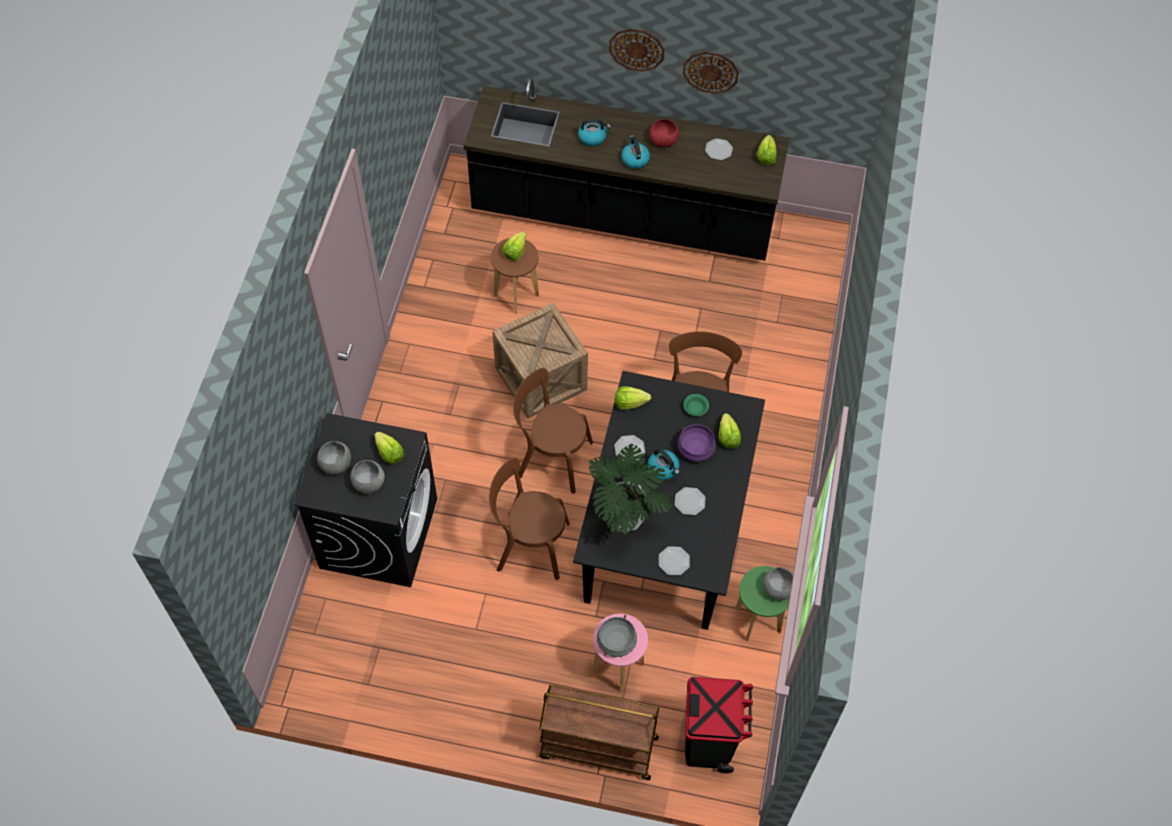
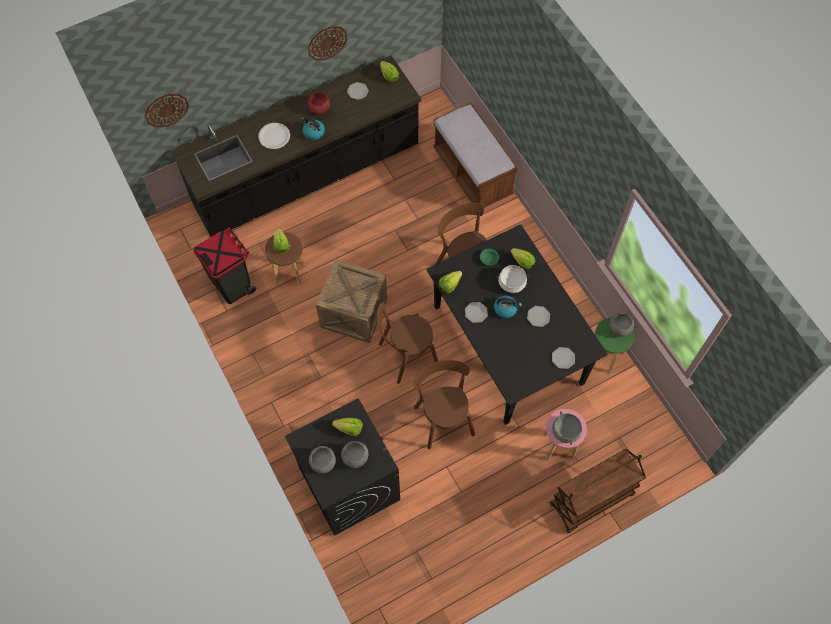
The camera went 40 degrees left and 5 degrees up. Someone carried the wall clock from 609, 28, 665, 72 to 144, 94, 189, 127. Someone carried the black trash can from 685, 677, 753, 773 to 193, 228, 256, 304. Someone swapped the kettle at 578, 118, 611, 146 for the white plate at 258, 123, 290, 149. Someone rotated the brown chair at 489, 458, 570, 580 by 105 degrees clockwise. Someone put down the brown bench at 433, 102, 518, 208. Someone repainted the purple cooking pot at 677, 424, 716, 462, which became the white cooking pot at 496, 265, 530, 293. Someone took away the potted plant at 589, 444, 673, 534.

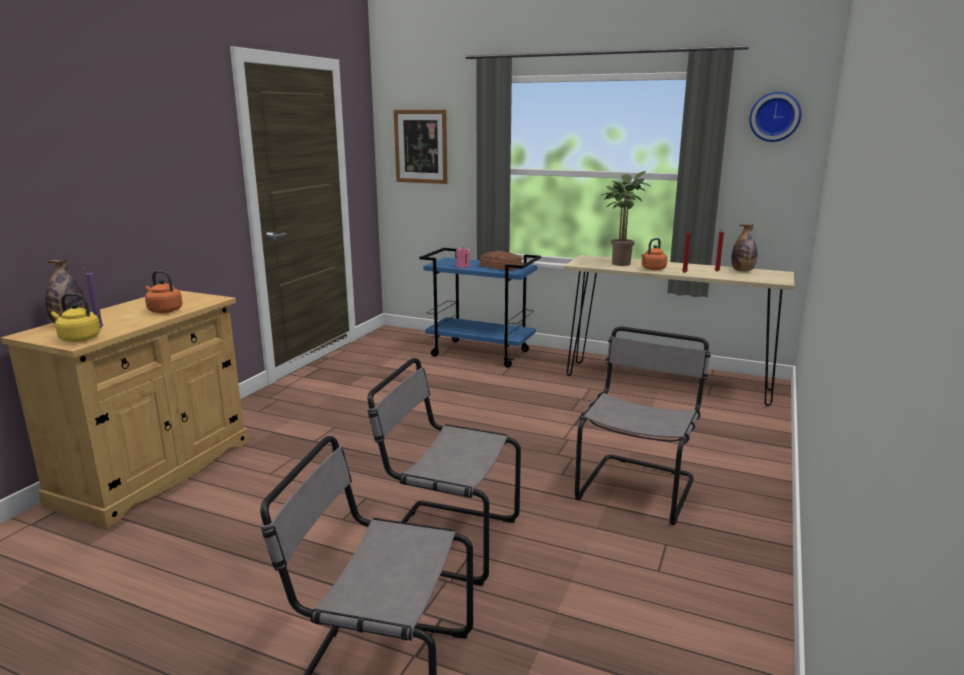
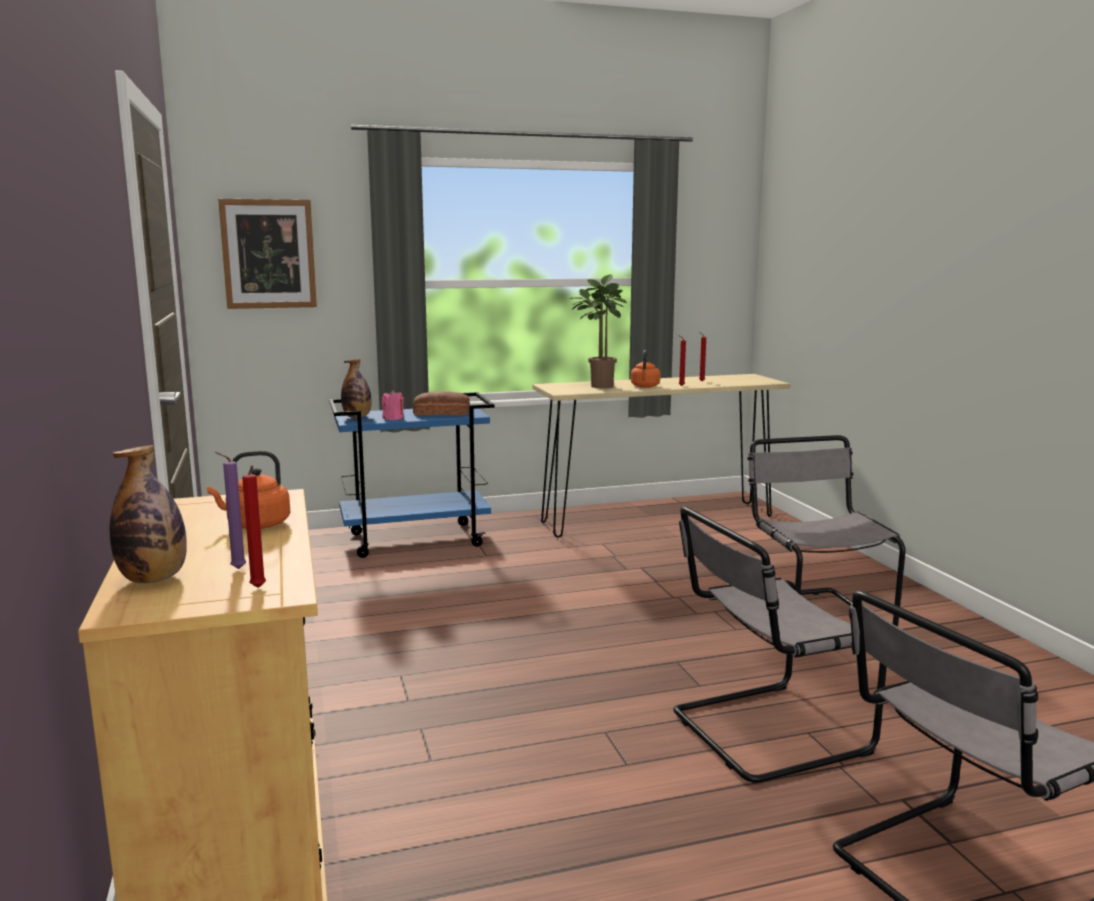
The camera went 40 degrees left and 5 degrees down. Someone swapped the yellow kettle at 51, 293, 101, 342 for the red candle at 242, 466, 266, 588. Someone carried the bottle from 731, 224, 757, 272 to 341, 359, 372, 418. Someone took away the wall clock at 749, 92, 801, 142.

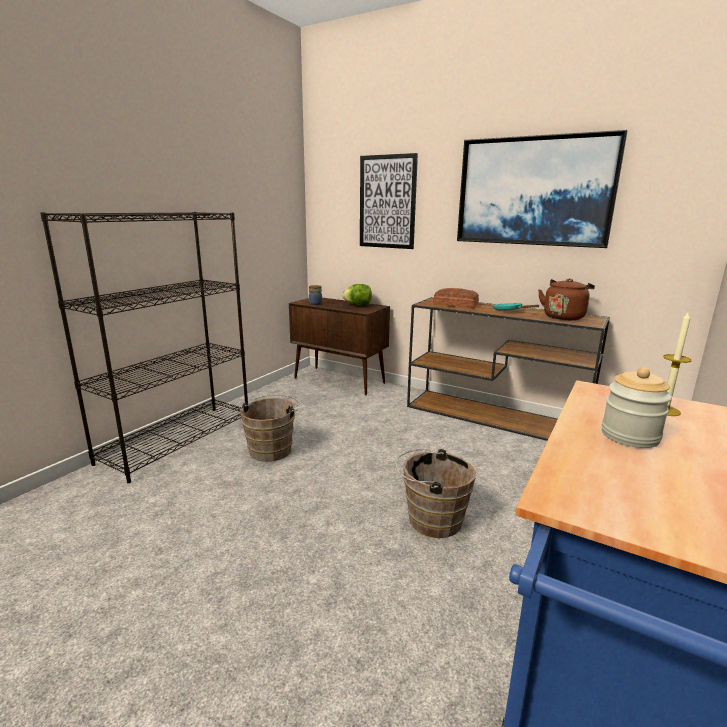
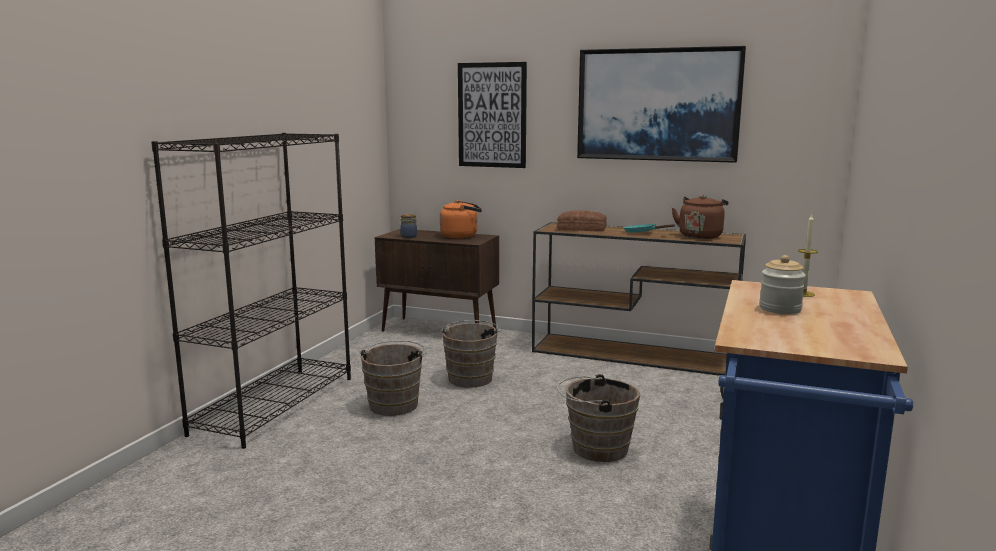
The camera went 10 degrees left and 5 degrees down. Someone swapped the lettuce at 342, 284, 372, 306 for the orange kettle at 440, 200, 482, 239. Someone put down the brown bucket at 440, 320, 502, 388.

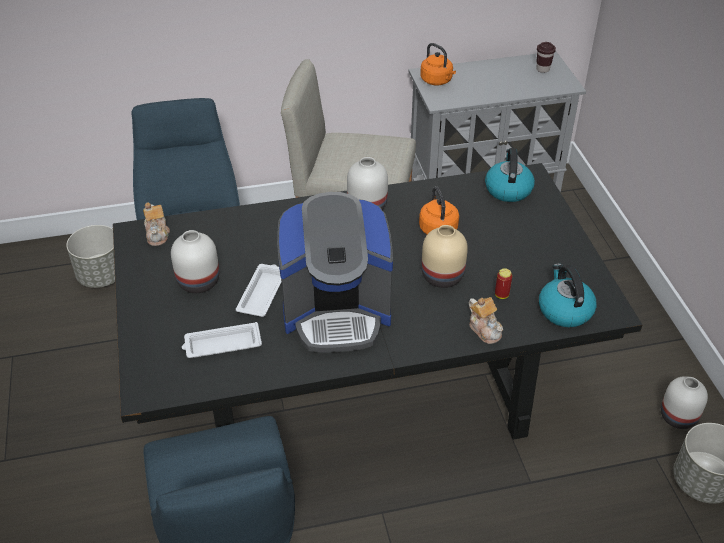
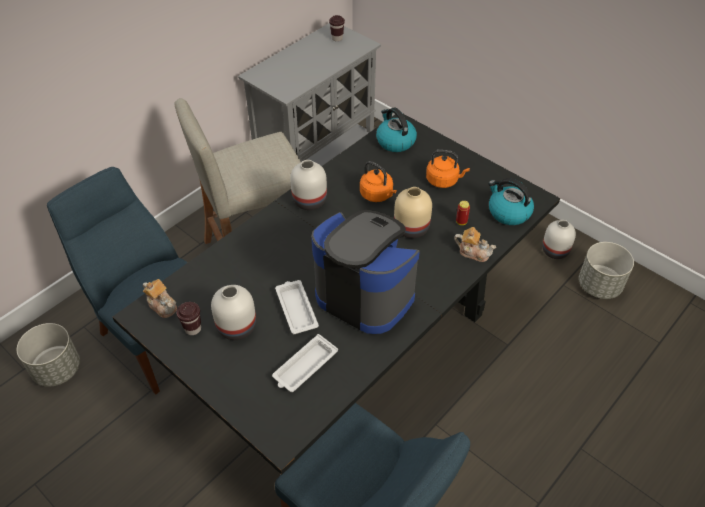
The camera went 35 degrees left and 5 degrees up. Someone put down the brown cup at 176, 302, 201, 335. Someone rotated the coffee machine at 277, 192, 393, 352 by 105 degrees counterclockwise. Someone carried the orange kettle from 420, 43, 456, 85 to 426, 150, 470, 188.

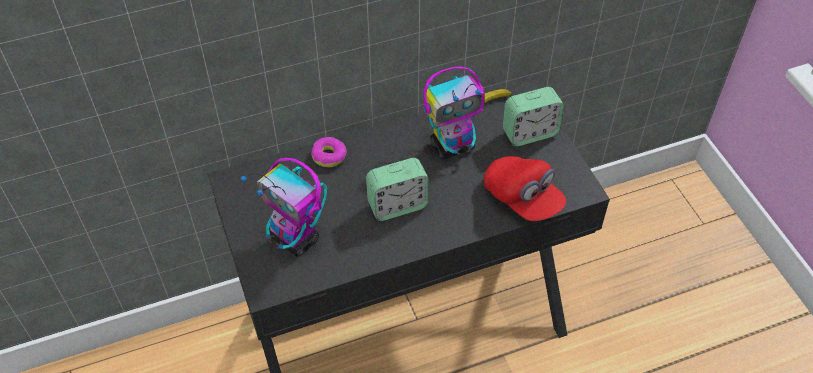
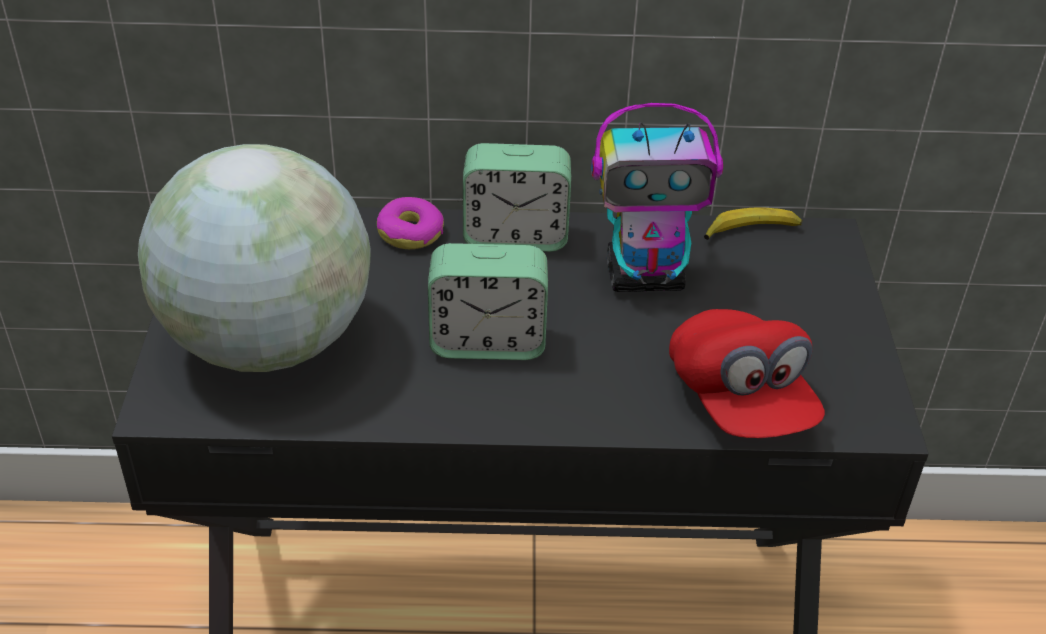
The camera went 20 degrees right and 10 degrees down. Someone swapped the toy robot at 240, 158, 327, 256 for the globe at 138, 144, 371, 372. Someone carried the alarm clock from 503, 87, 564, 146 to 463, 143, 571, 252.

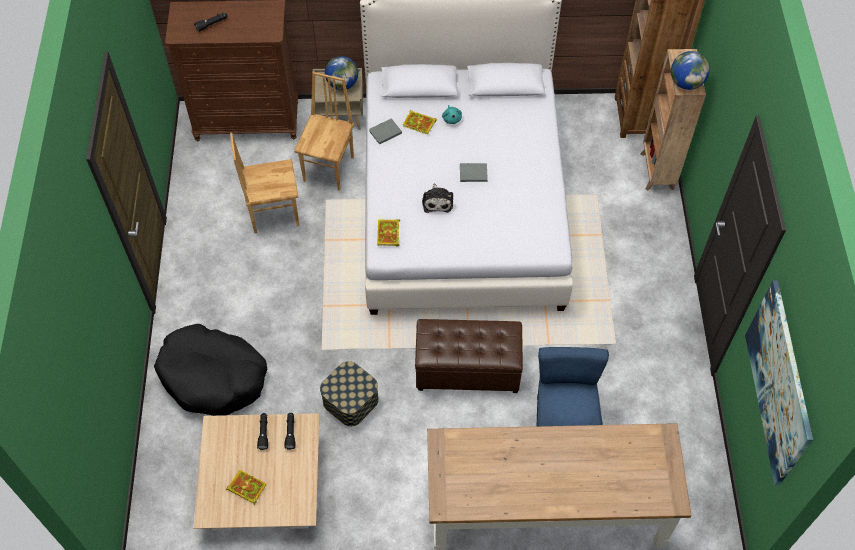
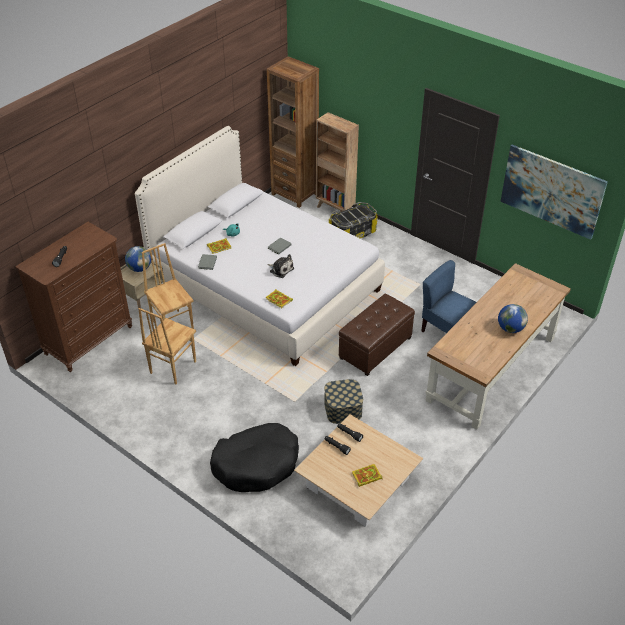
The camera went 50 degrees left and 15 degrees down. Someone put down the storage box at 329, 202, 378, 238. Someone carried the globe from 671, 51, 710, 90 to 498, 304, 528, 333.

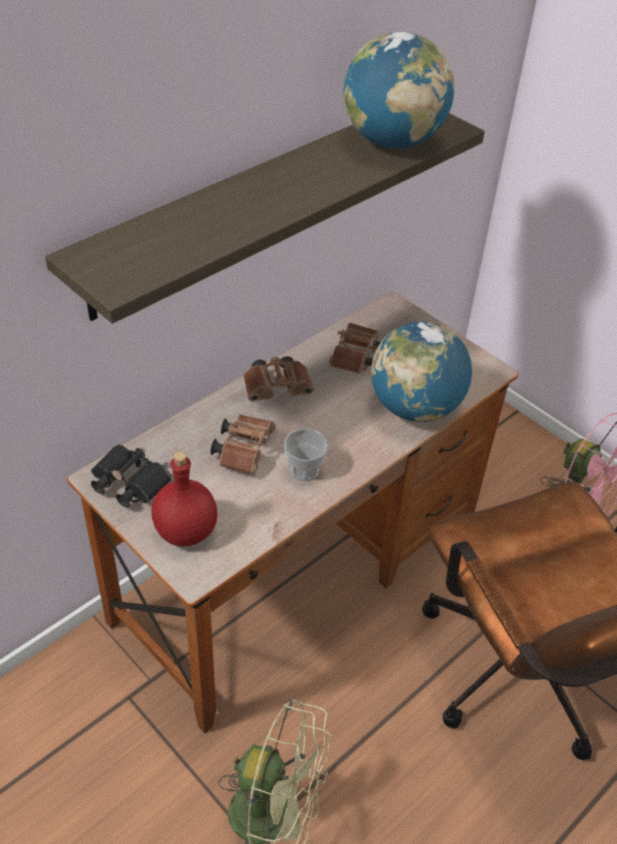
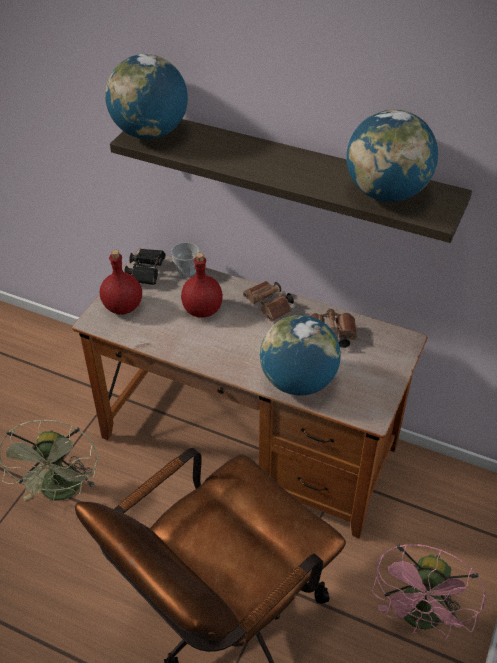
The camera went 70 degrees right and 0 degrees up. Someone put down the globe at 105, 54, 188, 139. Someone carried the cup from 284, 429, 328, 482 to 171, 242, 200, 277. Someone swapped the brown binoculars at 210, 414, 276, 475 for the red bottle at 181, 253, 223, 318.

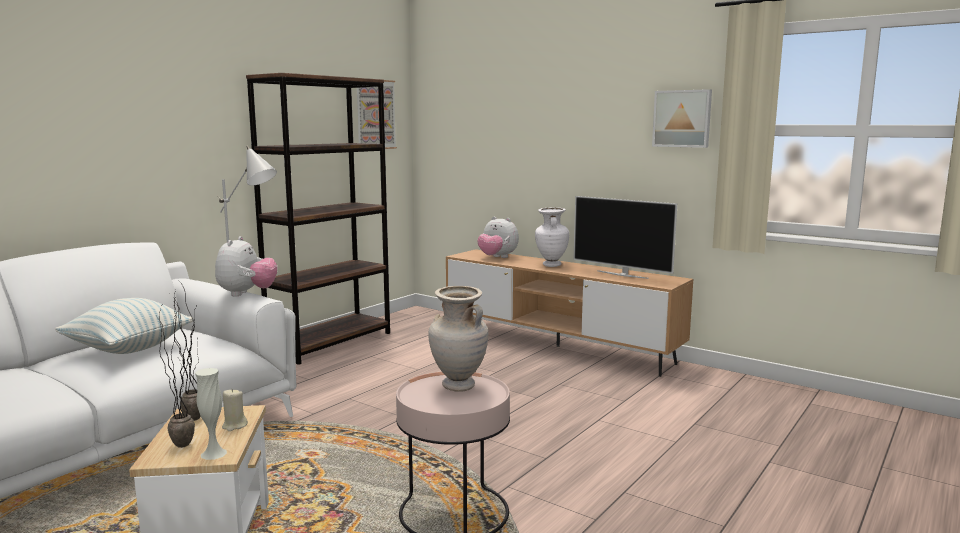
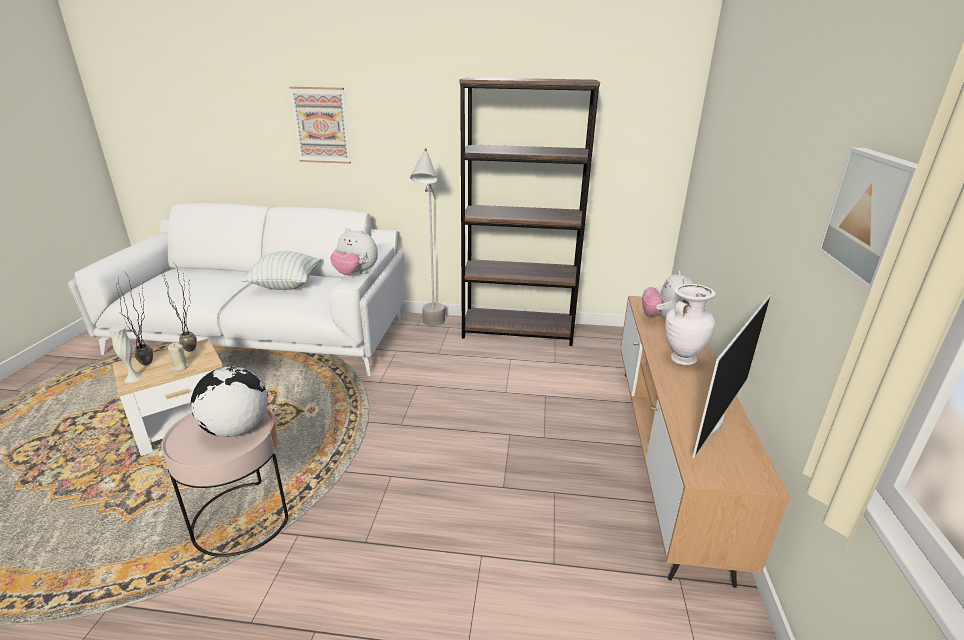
The camera went 60 degrees right and 15 degrees up. Someone swapped the beige vase at 428, 286, 488, 392 for the globe at 191, 367, 268, 437. Someone carried the picture from 357, 80, 397, 149 to 289, 87, 351, 164. Someone rotated the plush toy at 215, 236, 277, 296 by 45 degrees clockwise. Someone rotated the television at 573, 196, 677, 279 by 150 degrees counterclockwise.

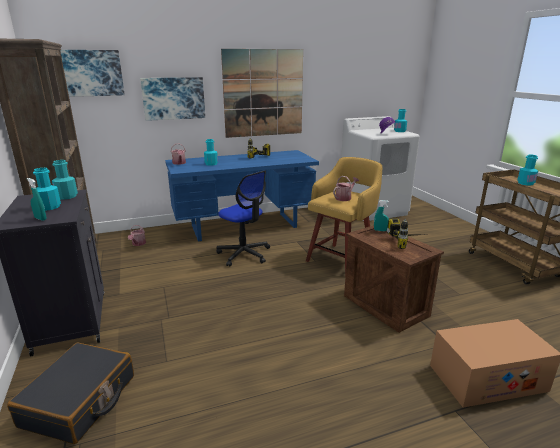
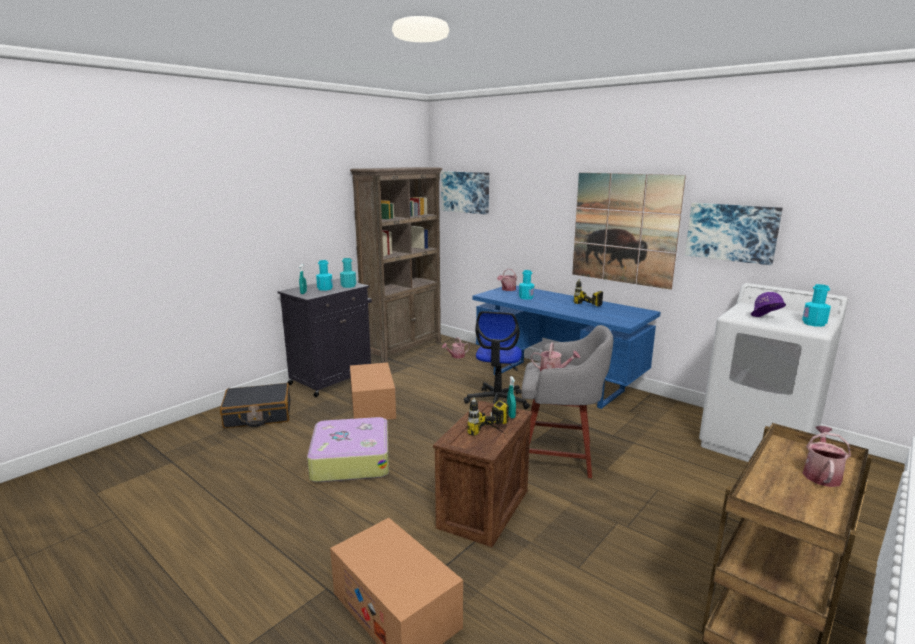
The camera went 60 degrees right and 5 degrees down. Someone put down the suitcase at 307, 417, 389, 482. Someone put down the cardboard box at 350, 363, 396, 420. Someone repainted the yellow stool at 306, 157, 383, 277, which became the grey stool at 522, 325, 613, 478. Someone carried the picture from 140, 77, 205, 121 to 685, 203, 783, 265. Someone swapped the turquoise bottle at 517, 155, 538, 185 for the watering can at 803, 426, 851, 487.

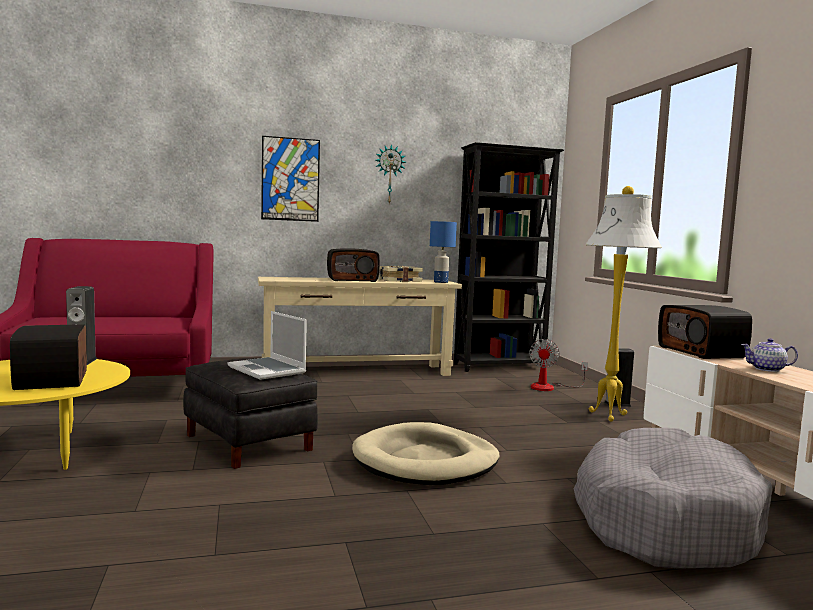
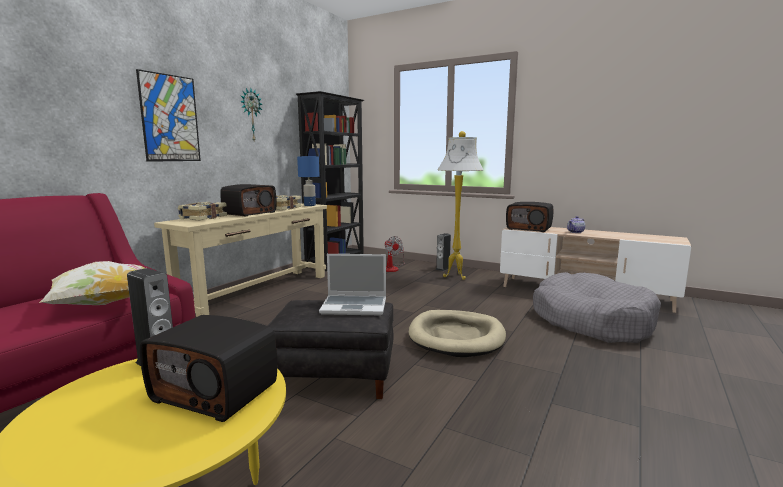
The camera went 45 degrees left and 5 degrees up. Someone put down the pillow at 39, 261, 145, 305. Someone put down the book at 178, 202, 227, 220.

